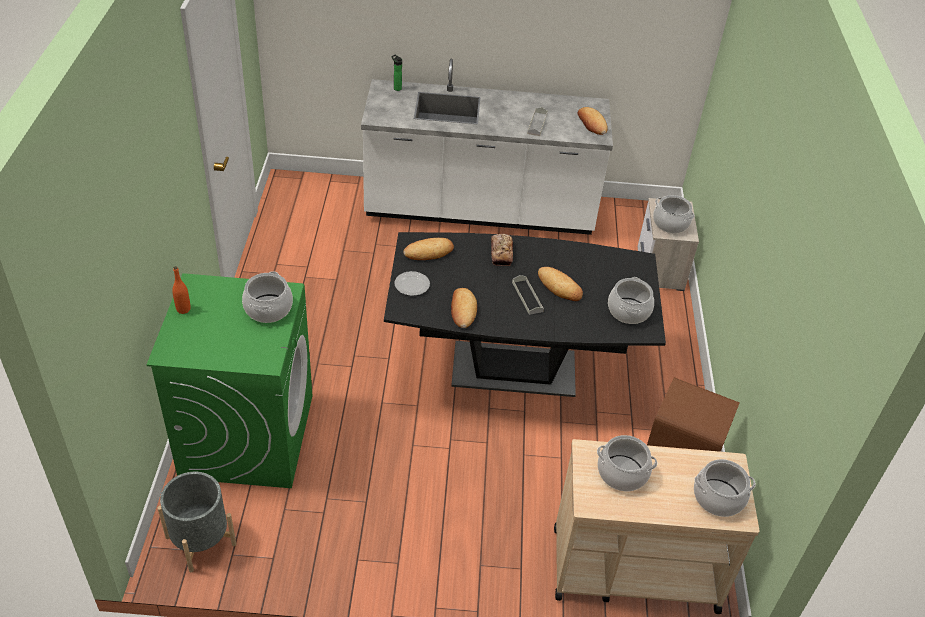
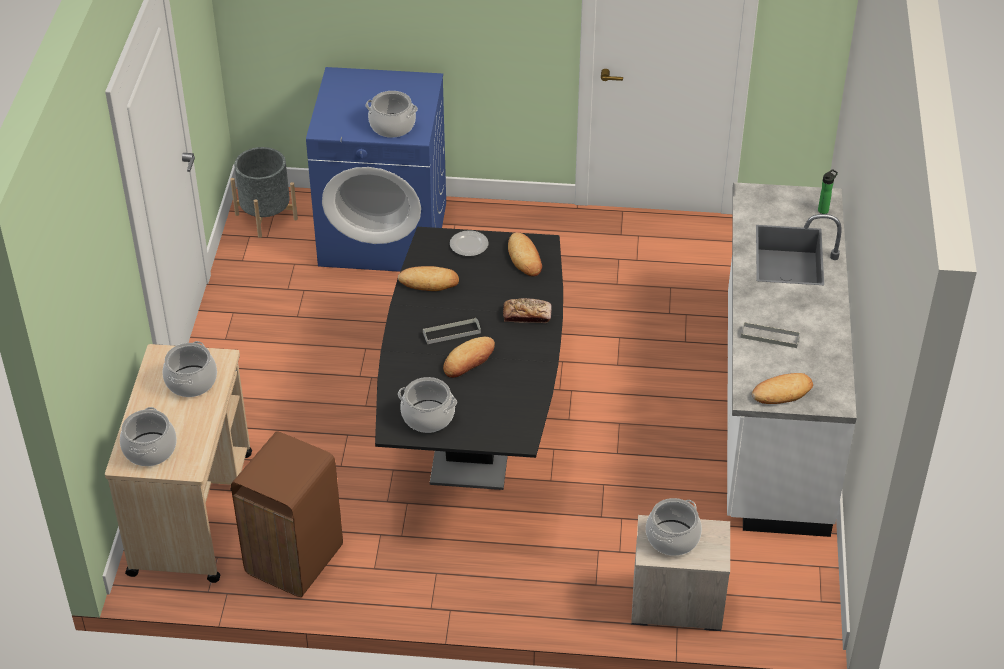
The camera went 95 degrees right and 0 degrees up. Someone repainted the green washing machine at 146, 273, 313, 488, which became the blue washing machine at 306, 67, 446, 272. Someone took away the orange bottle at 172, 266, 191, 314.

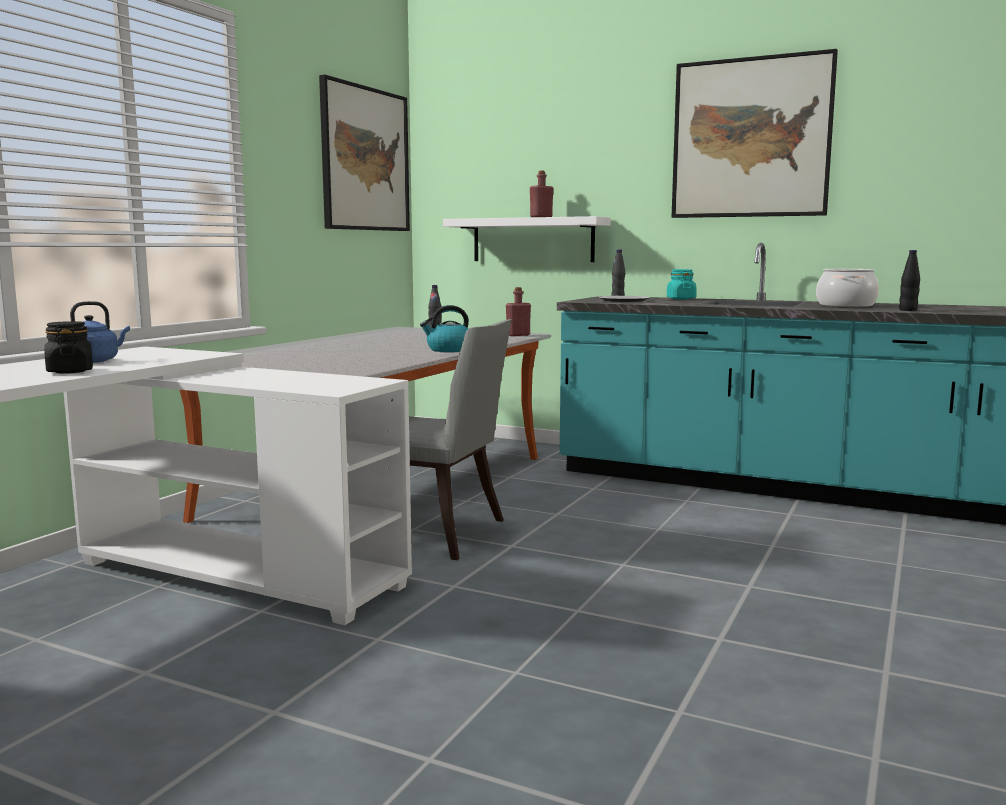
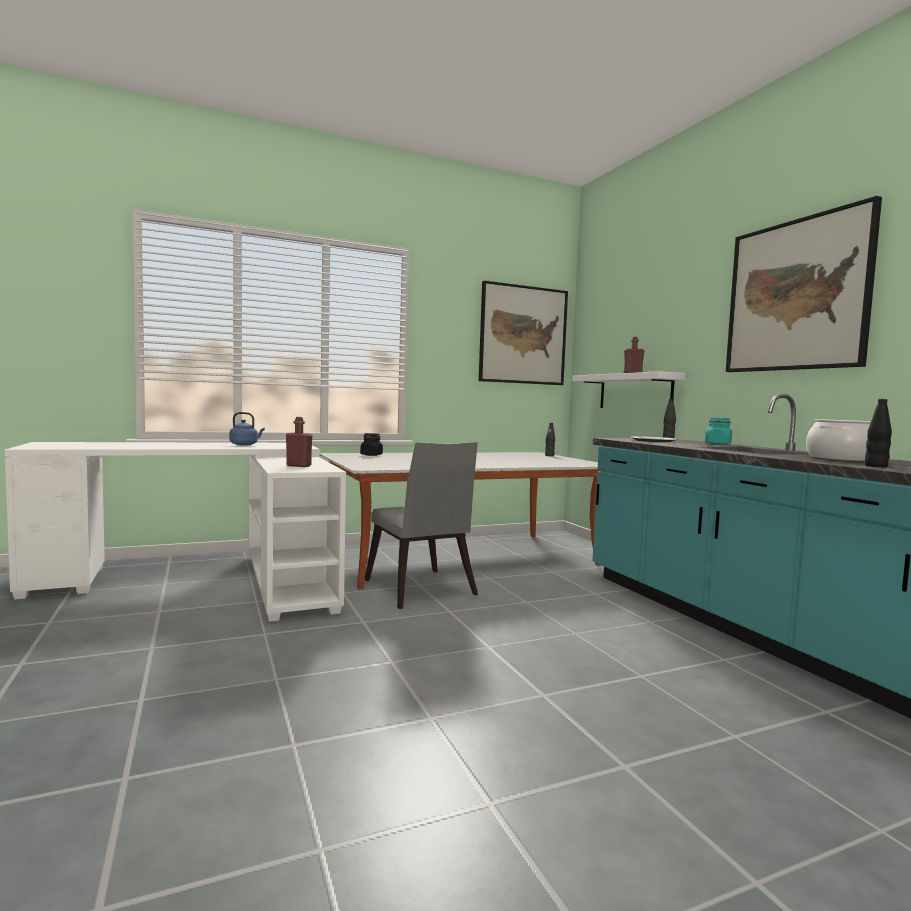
The camera went 40 degrees right and 5 degrees down. Someone carried the red bottle from 506, 287, 531, 336 to 286, 417, 312, 467. Someone carried the black jar from 44, 321, 93, 374 to 360, 433, 383, 456. Someone took away the kettle at 420, 305, 469, 352.

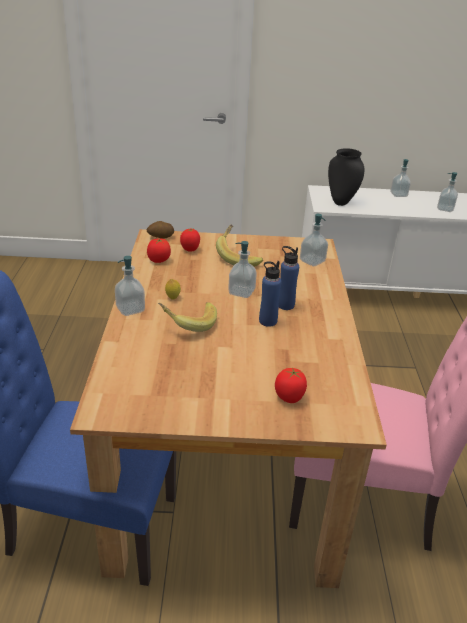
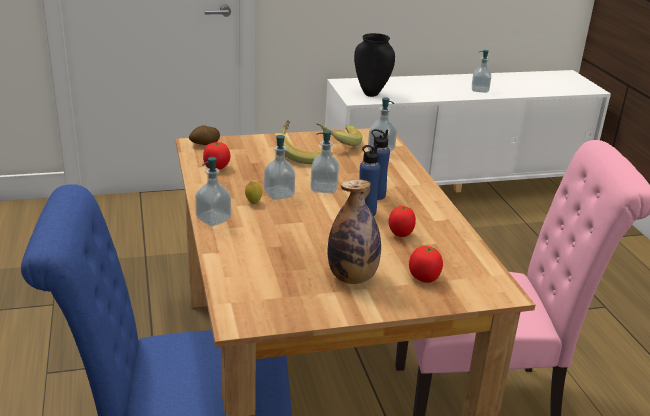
The camera went 15 degrees left and 5 degrees down. Someone carried the soap dispenser from 390, 159, 411, 197 to 264, 135, 295, 200. Someone carried the banana from 158, 302, 217, 332 to 316, 123, 363, 146. Someone put down the bottle at 328, 179, 381, 284. Someone carried the tomato from 180, 228, 200, 252 to 389, 205, 416, 237.

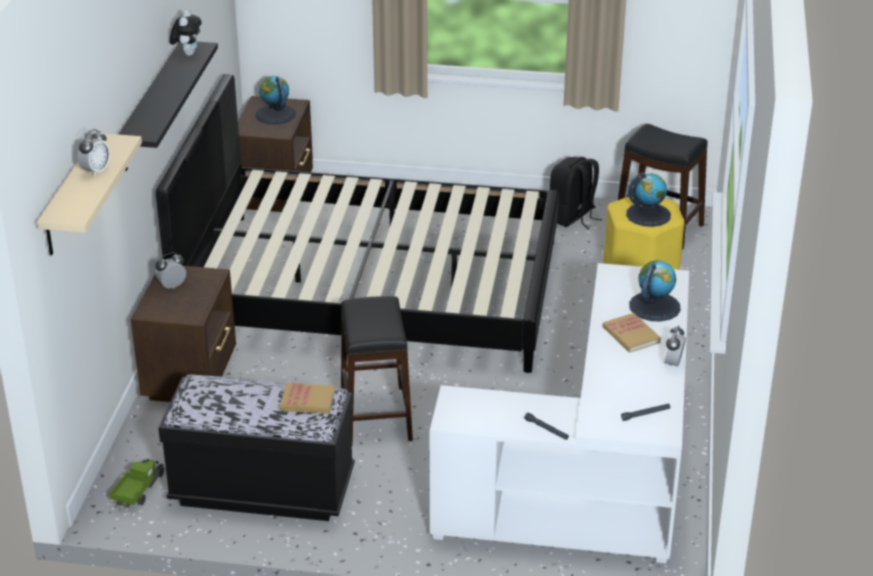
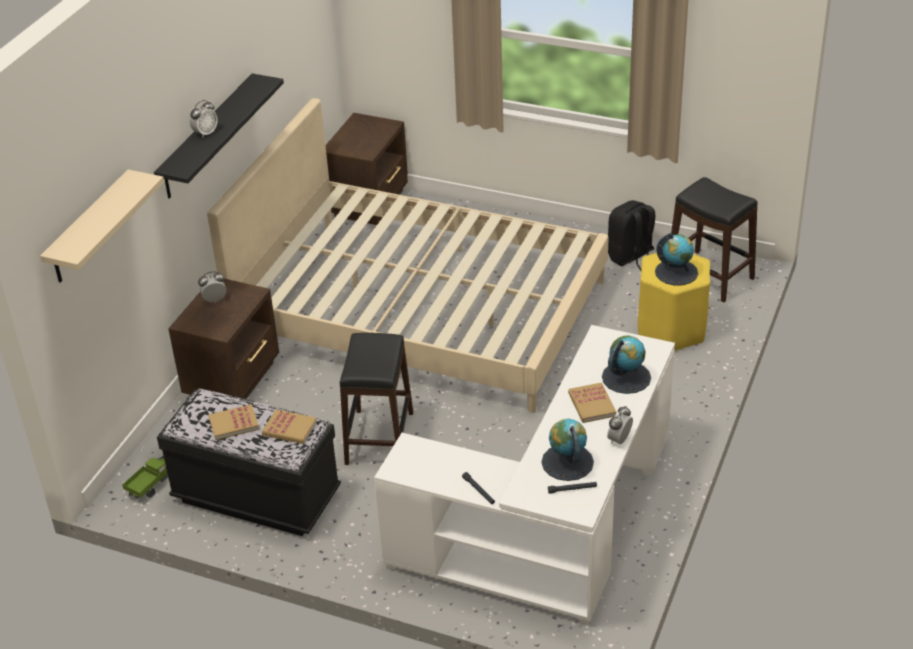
The camera went 15 degrees right and 5 degrees up. Someone carried the alarm clock from 78, 129, 110, 177 to 190, 100, 218, 137. Someone repainted the black bed at 156, 74, 559, 373, which became the beige bed at 207, 98, 609, 413. Someone put down the book at 208, 404, 259, 440. Someone carried the globe from 255, 76, 296, 124 to 541, 419, 594, 481. Someone took away the plush toy at 170, 10, 201, 56.

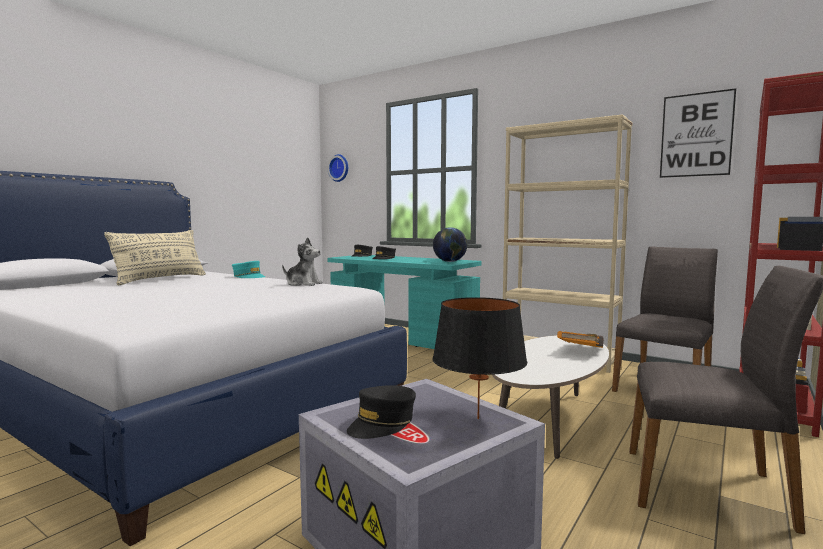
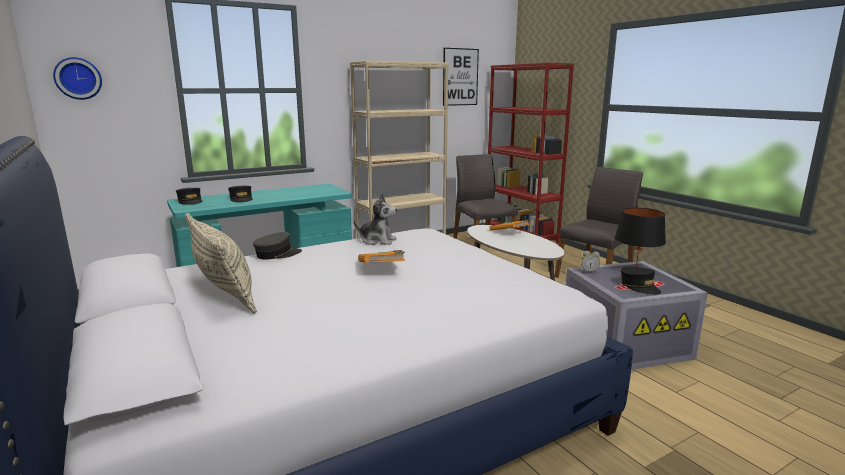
The camera went 65 degrees left and 10 degrees up. Someone repainted the turquoise cap at 232, 261, 265, 278, which became the grey cap at 252, 232, 302, 260. Someone rotated the plush toy at 282, 237, 323, 286 by 60 degrees clockwise. Someone put down the orange book at 358, 250, 405, 263. Someone put down the alarm clock at 581, 251, 600, 274. Someone took away the globe at 433, 227, 467, 262.

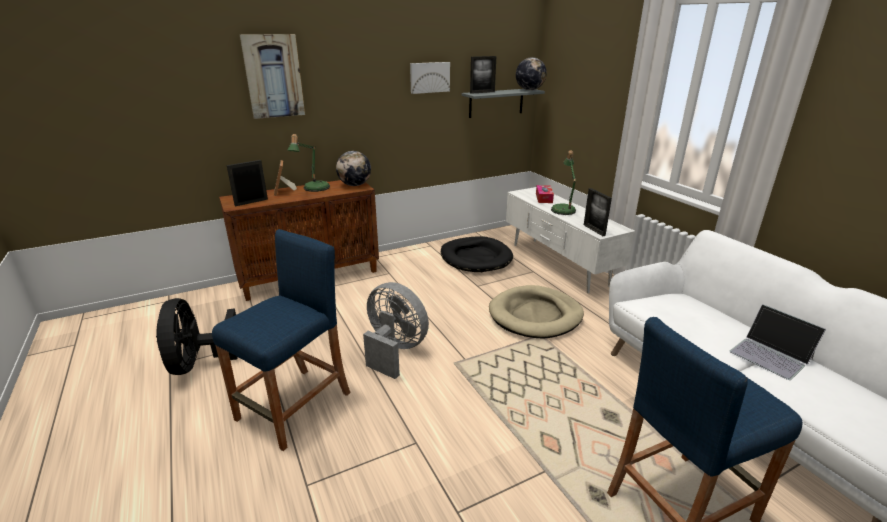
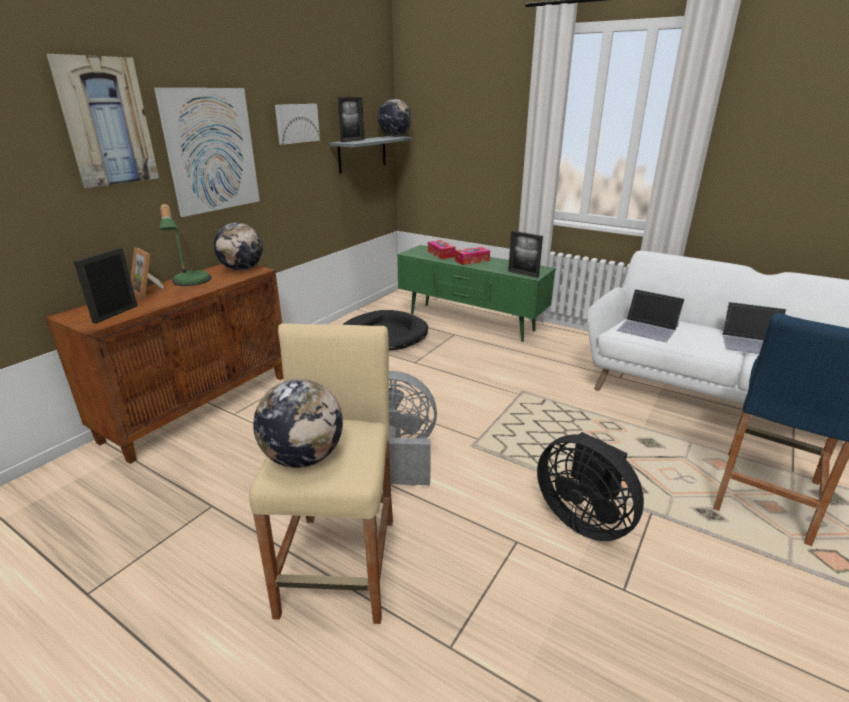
The camera went 30 degrees left and 0 degrees up. Someone put up the picture at 154, 88, 260, 217. Someone repainted the blue stool at 212, 229, 351, 451, which became the beige stool at 249, 323, 393, 624. Someone put down the globe at 253, 379, 343, 468. Someone repainted the white tv stand at 506, 187, 635, 293, which became the green tv stand at 397, 245, 556, 342. Someone swapped the table lamp at 551, 150, 576, 215 for the tissue box at 455, 247, 490, 265. Someone carried the black fan from 156, 298, 238, 375 to 537, 432, 644, 541. Someone put down the laptop at 617, 289, 685, 342. Someone took away the beige dog bed at 489, 285, 584, 339.

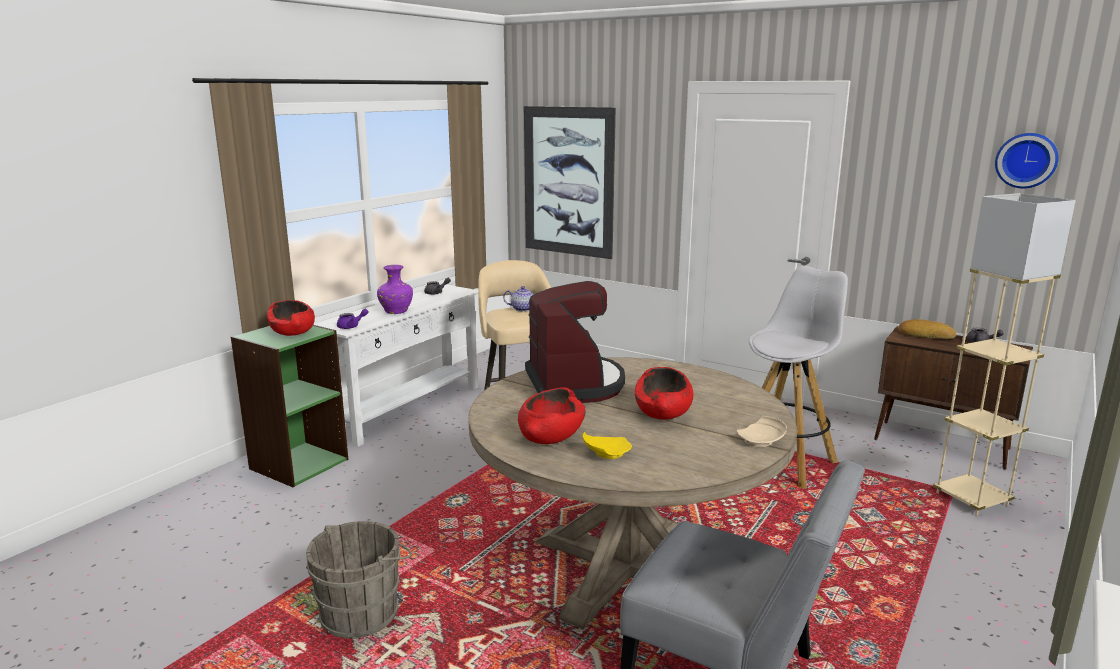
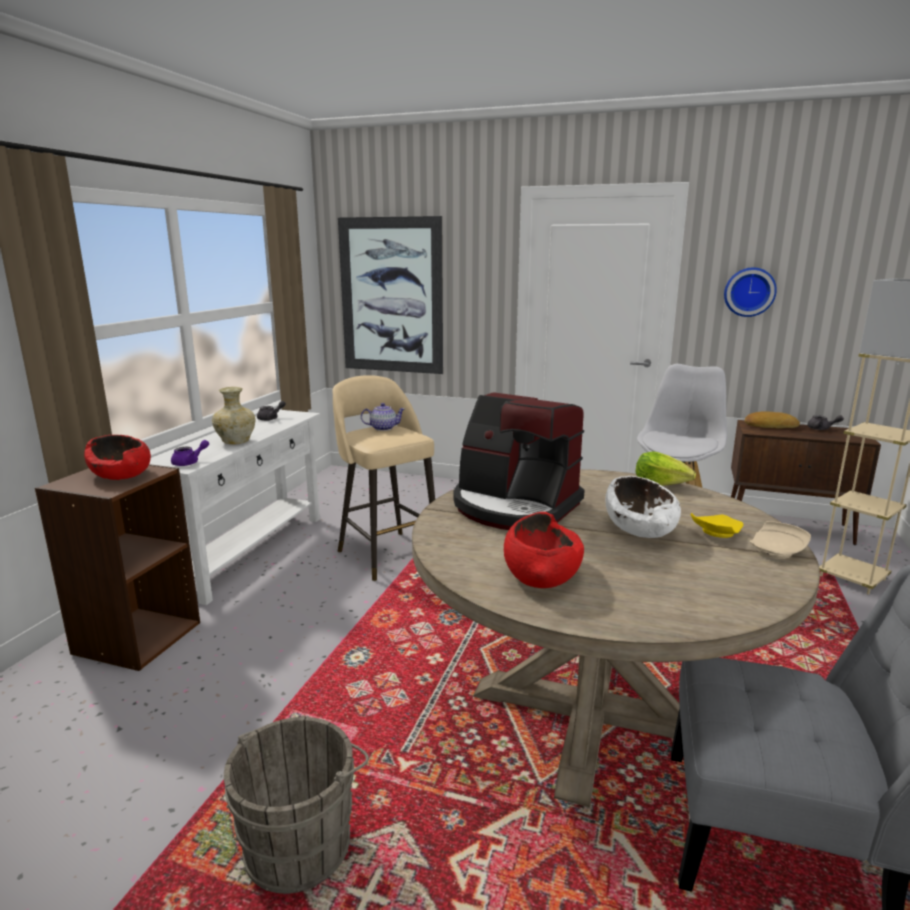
The camera went 15 degrees left and 0 degrees up. Someone repainted the green bookcase at 231, 325, 348, 487, which became the brown bookcase at 35, 464, 200, 671. Someone repainted the purple vase at 377, 265, 413, 314, which became the beige vase at 212, 387, 255, 445. Someone rotated the coffee machine at 525, 281, 625, 403 by 150 degrees clockwise. Someone repainted the red bowl at 635, 367, 693, 420, which became the white bowl at 605, 476, 681, 538. Someone put down the lettuce at 635, 451, 696, 486. Someone carried the yellow plate from 583, 432, 632, 459 to 691, 513, 743, 538. Someone carried the wall clock from 995, 133, 1059, 189 to 724, 268, 777, 317.

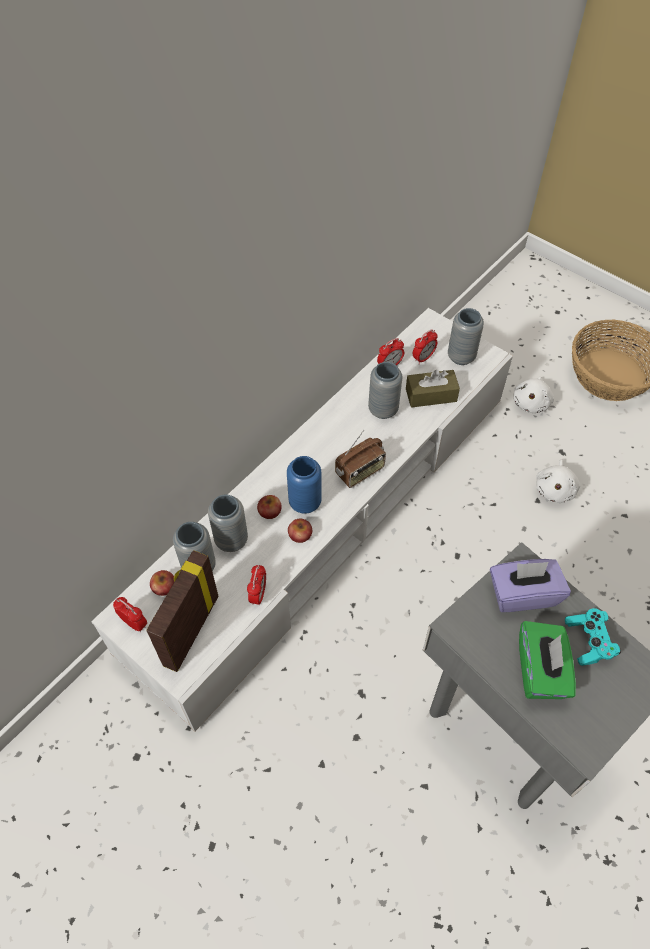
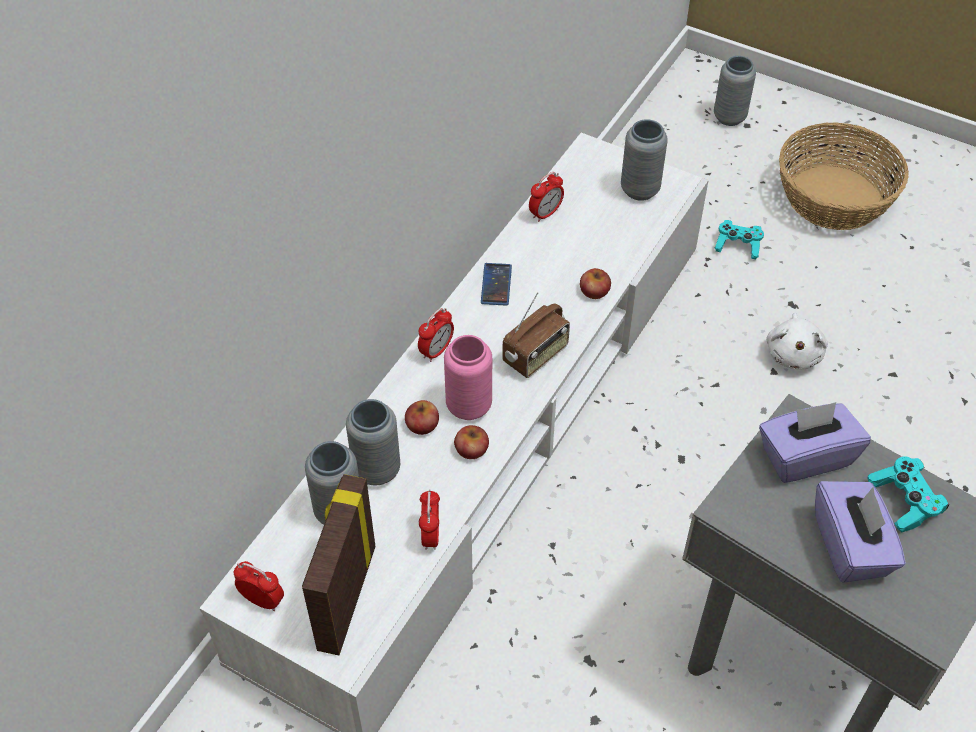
The camera went 10 degrees left and 5 degrees down. Someone carried the alarm clock from 413, 329, 438, 364 to 418, 308, 454, 362. Someone repainted the blue vase at 287, 456, 322, 514, which became the pink vase at 444, 335, 492, 420. Someone put down the phone at 481, 263, 512, 306. Someone carried the apple from 150, 570, 174, 596 to 580, 268, 611, 299. Someone carried the grey vase from 368, 362, 402, 419 to 714, 56, 756, 126. Someone swapped the white plush toy at 513, 376, 554, 413 for the turquoise game controller at 714, 220, 764, 259. Someone repainted the green tissue box at 519, 621, 576, 699, which became the purple tissue box at 815, 481, 906, 583. Someone took away the brown tissue box at 406, 370, 460, 408.

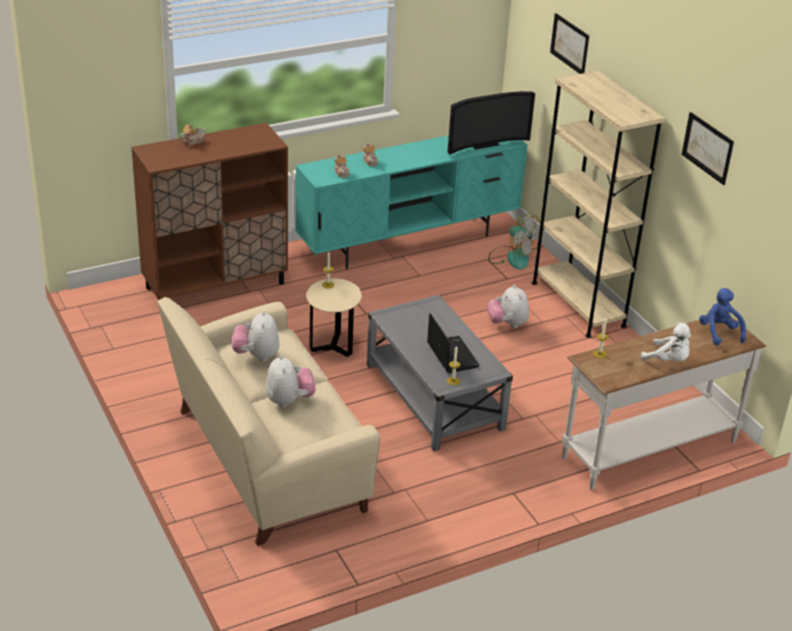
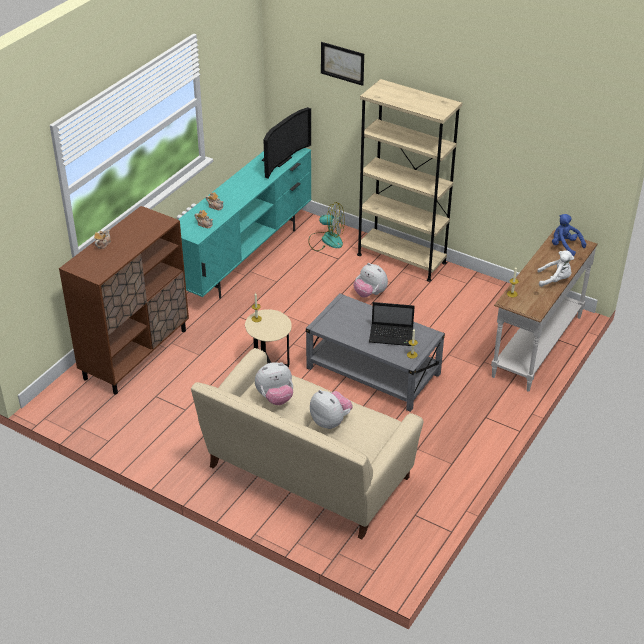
The camera went 30 degrees left and 5 degrees up. Someone rotated the plush toy at 232, 311, 280, 361 by 75 degrees counterclockwise. Someone rotated the laptop at 427, 313, 480, 373 by 150 degrees clockwise. Someone took away the picture at 682, 112, 734, 185.

